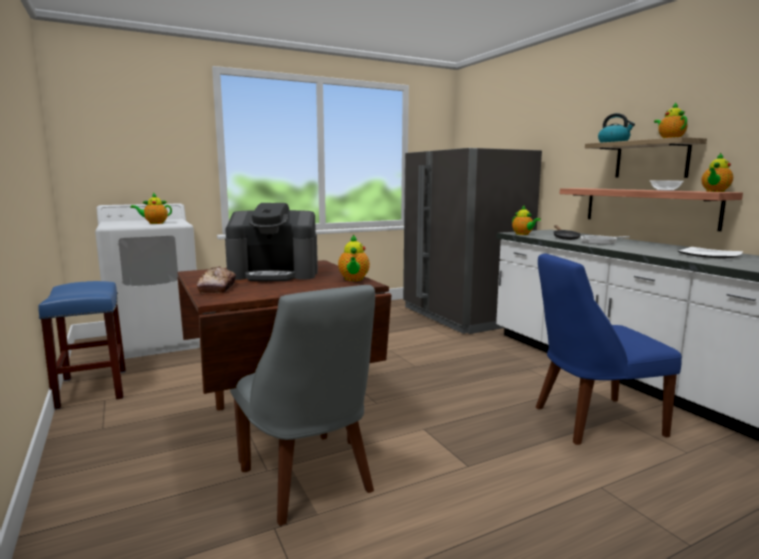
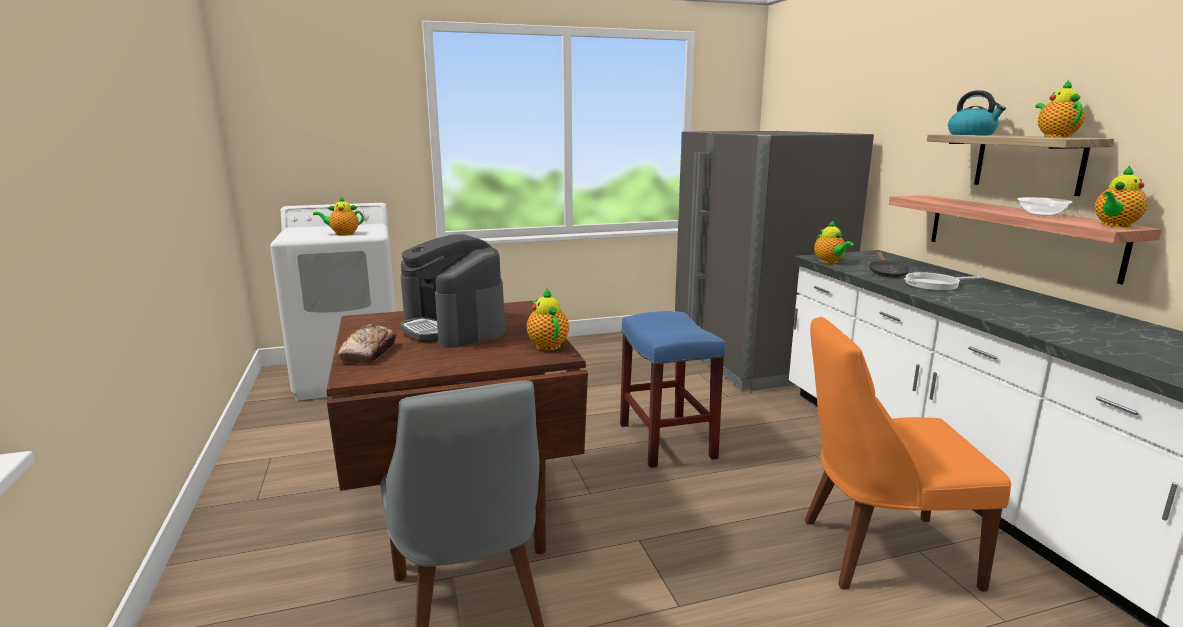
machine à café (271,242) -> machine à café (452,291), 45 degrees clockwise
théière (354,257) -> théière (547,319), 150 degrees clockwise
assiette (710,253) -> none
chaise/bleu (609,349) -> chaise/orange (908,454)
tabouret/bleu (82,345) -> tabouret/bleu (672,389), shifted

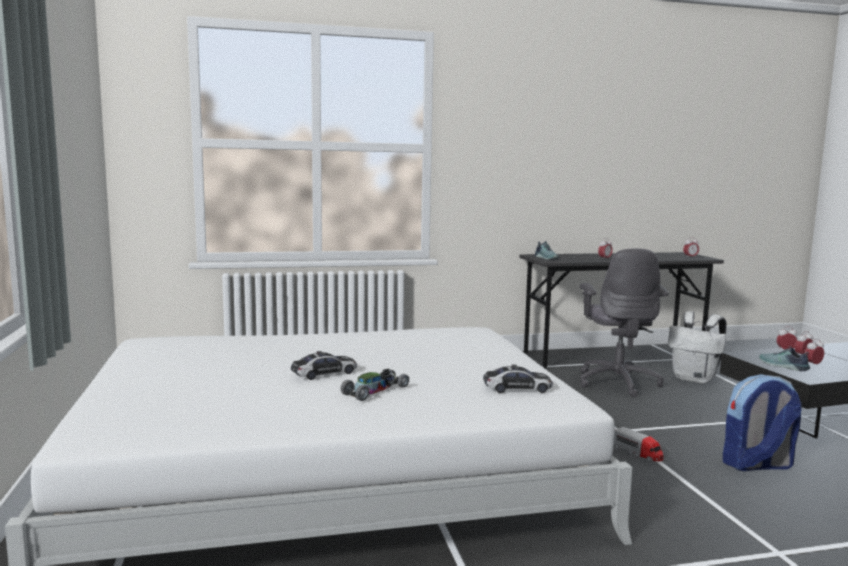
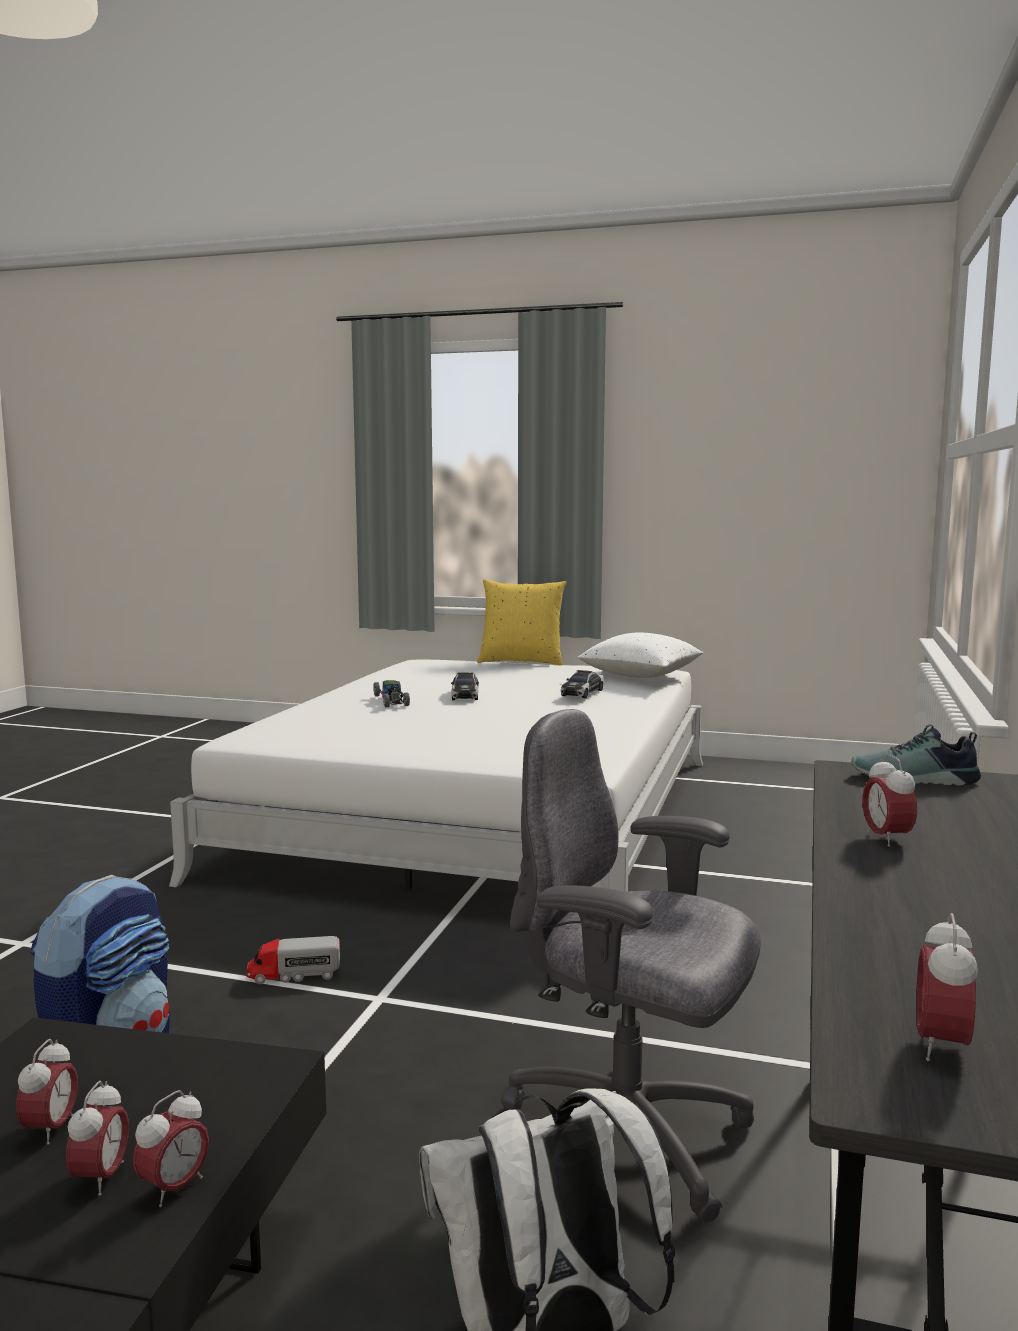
chaussure (784,359) -> none
petite voiture (518,379) -> petite voiture (582,684), shifted
none -> coussin/jaune (521,622)
none -> coussin/blanc (640,655)

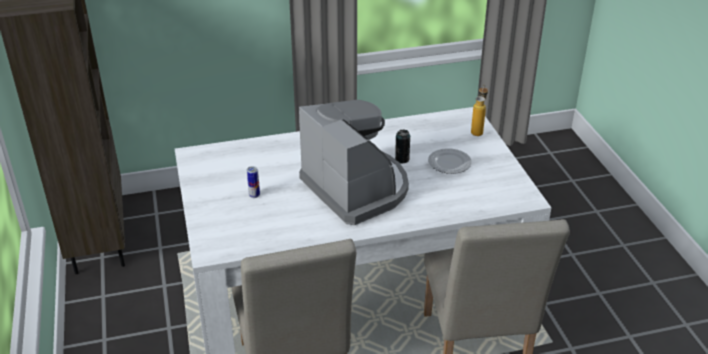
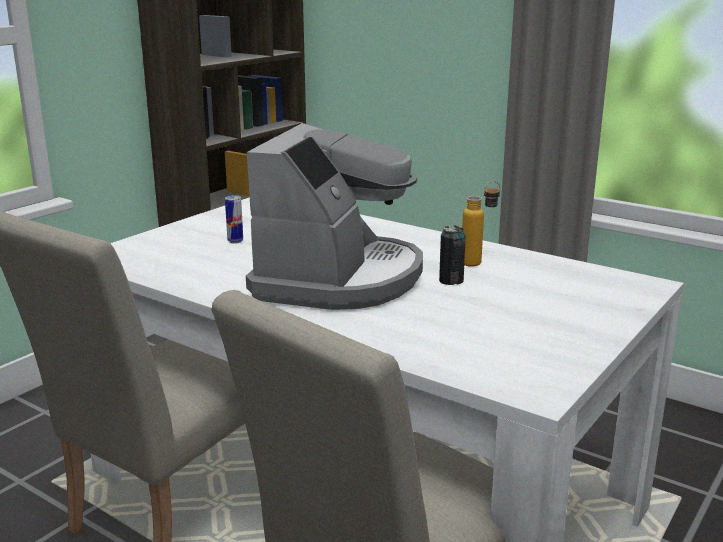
bouteille (479,111) -> bouteille (481,224), shifted
assiette (450,161) -> none

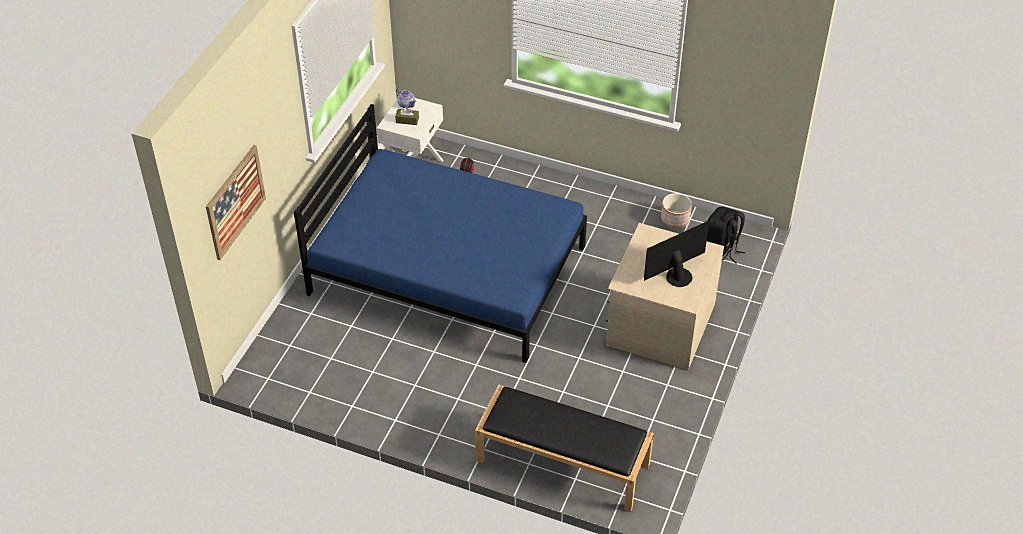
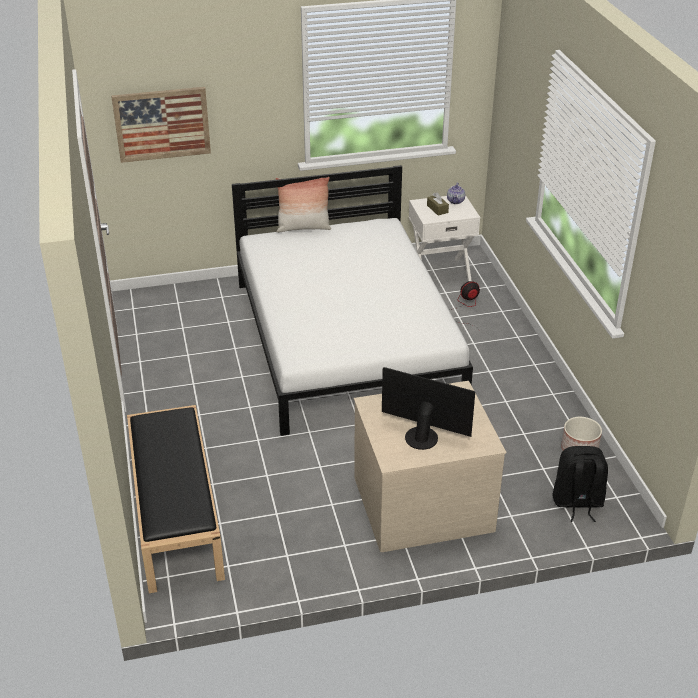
lit/bleu (440,233) -> lit/blanc (352,300)
none -> coussin (303,205)

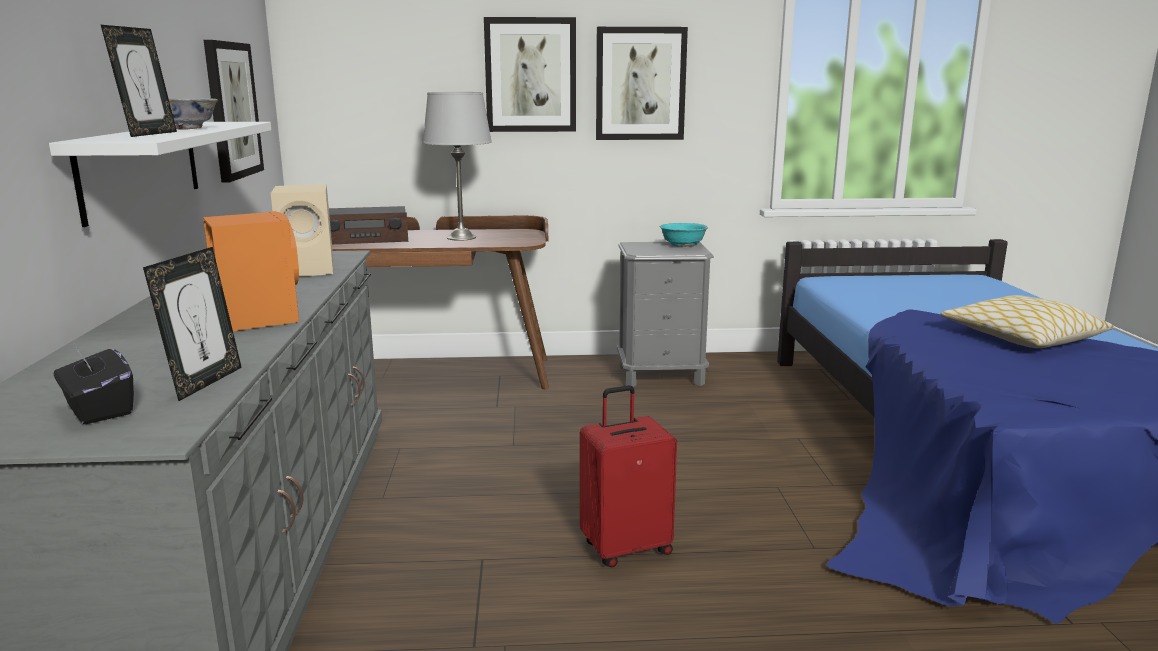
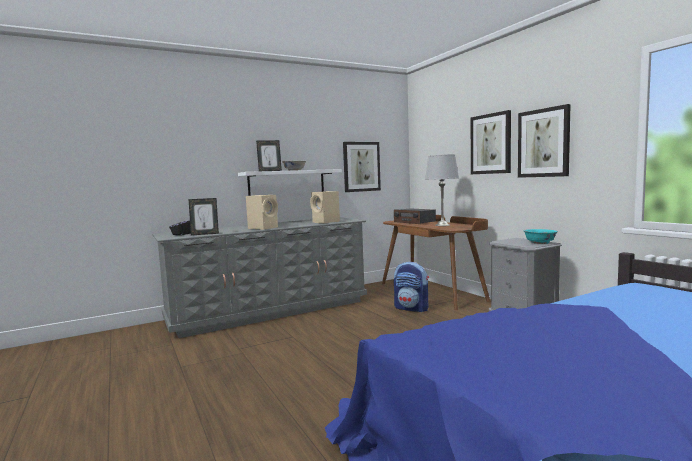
enceinte/orange (251,271) -> enceinte/beige (262,212)
coussin (1027,321) -> none
valise/rouge (628,476) -> none
none -> sac à dos (411,287)

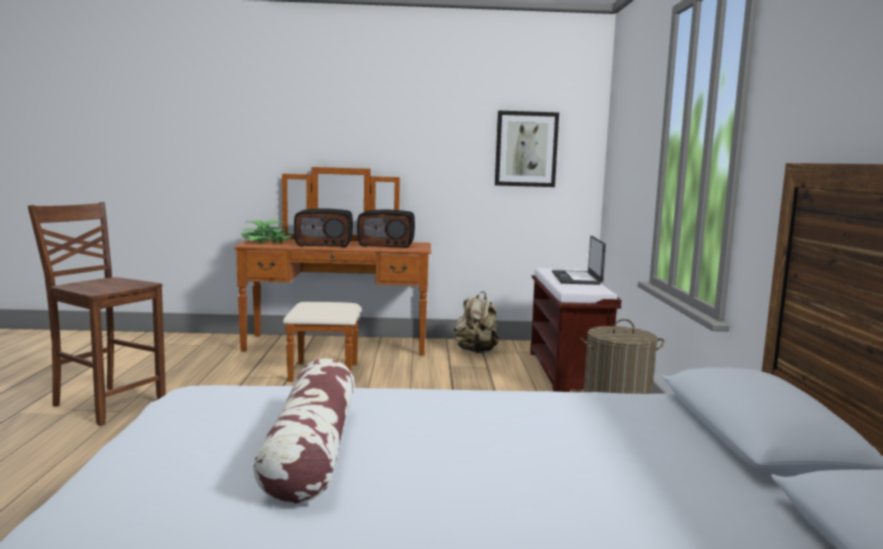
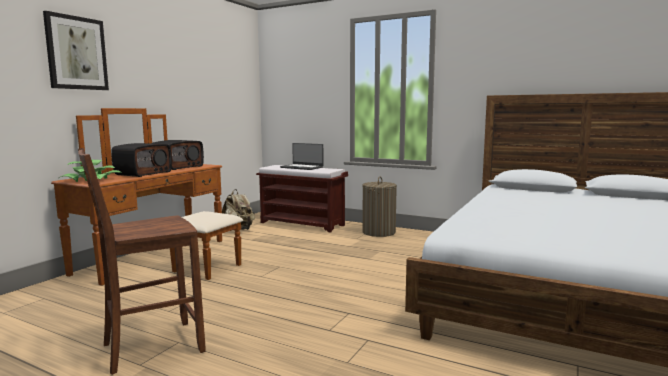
tableau (527,149) -> tableau (76,50), shifted
coussin (304,431) -> none

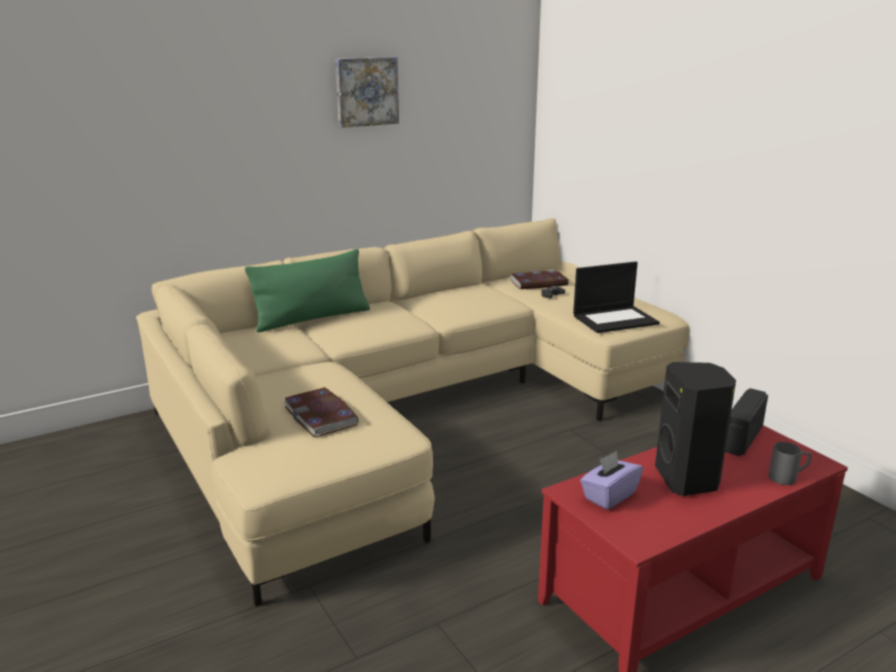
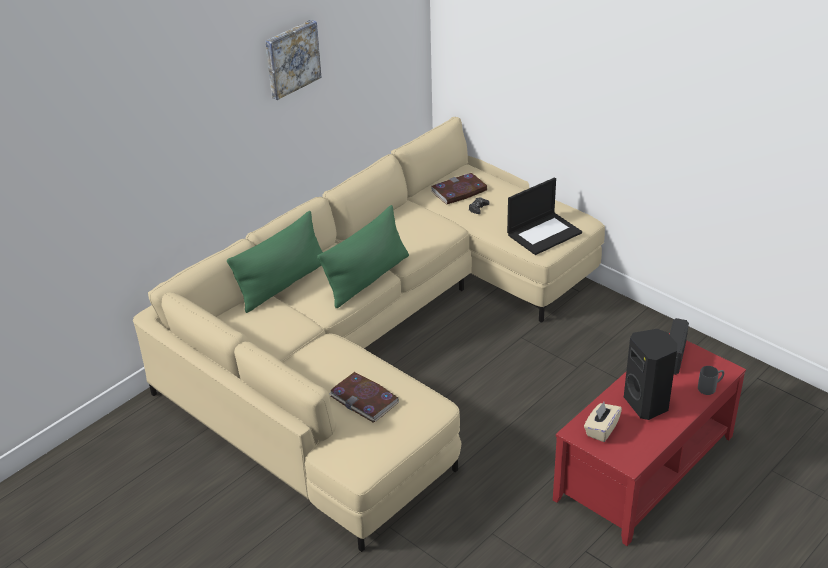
boîte à mouchoirs/violet (611,480) -> boîte à mouchoirs/beige (603,422)
none -> coussin/vert (363,256)

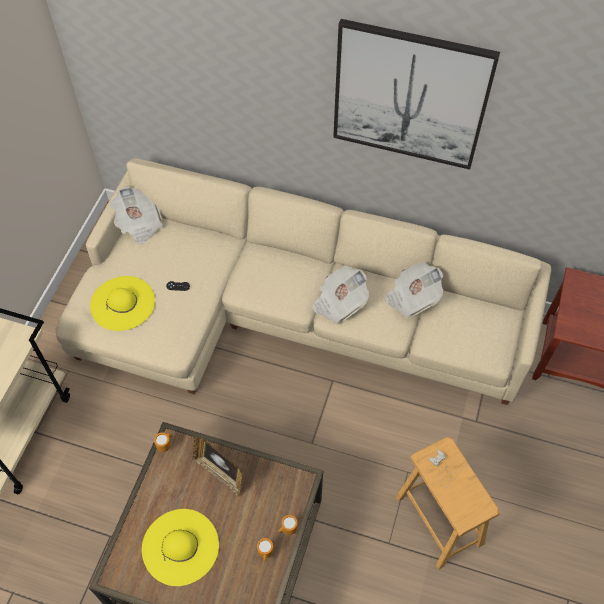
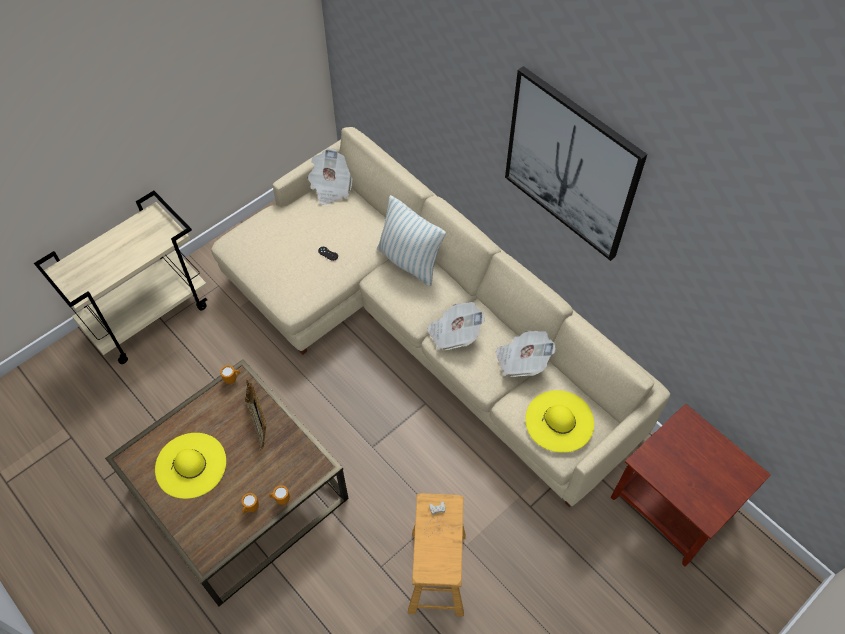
chapeau/jaune (122,303) -> chapeau/jaune (559,421), shifted
none -> coussin (411,241)

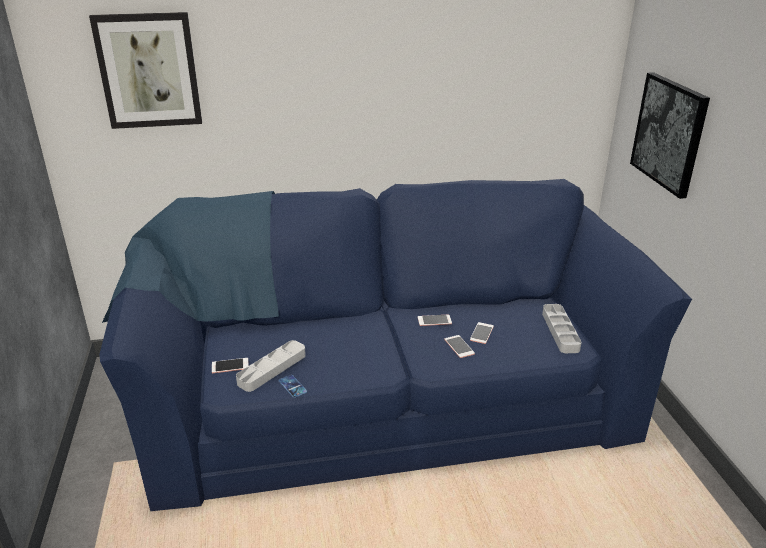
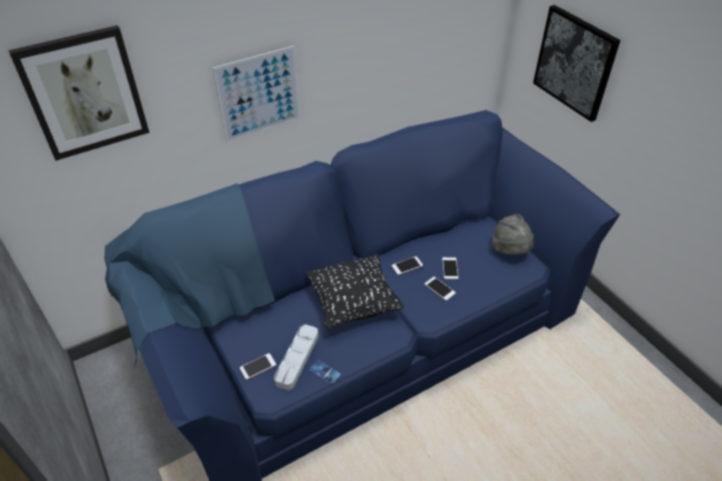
plateau/gris (562,328) -> chapeau/gris (513,234)
none -> tableau (257,94)
none -> coussin/noir (355,291)

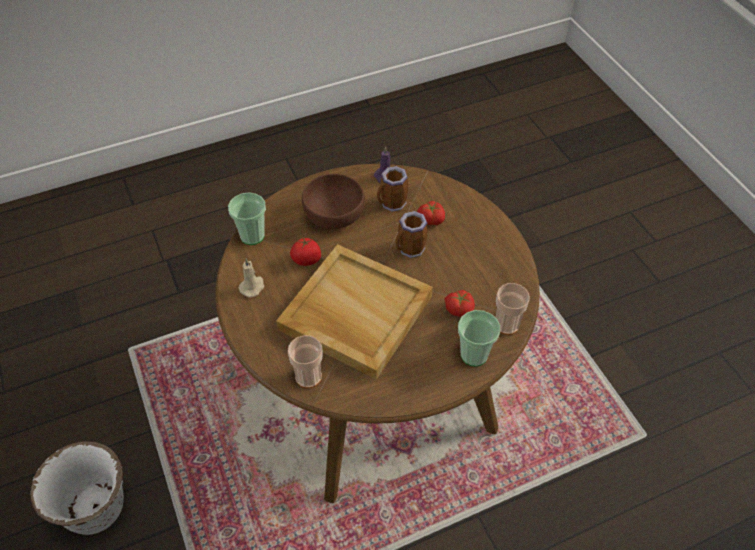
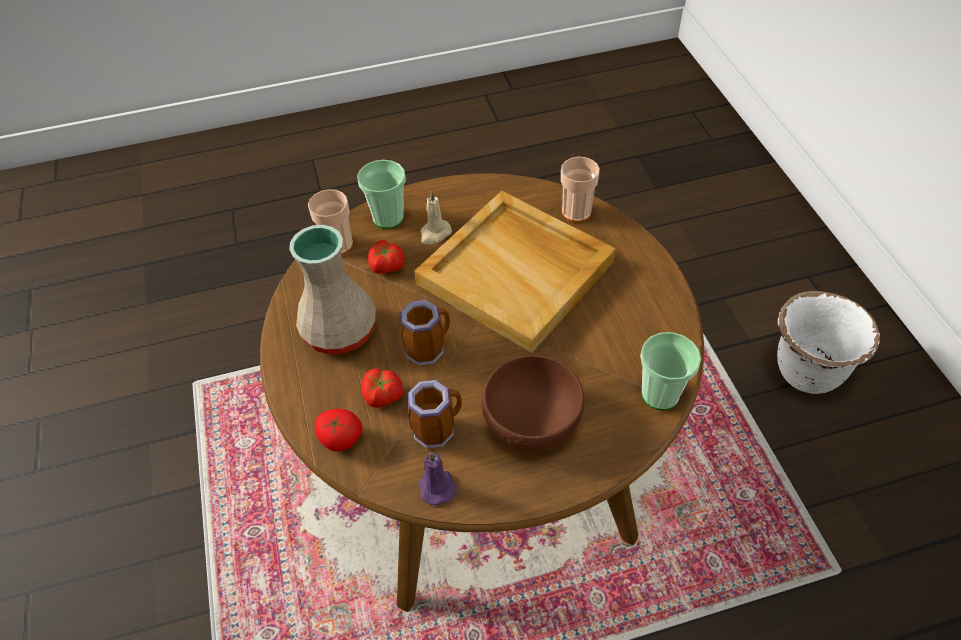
tomate (305,251) -> tomate (339,430), shifted
bougie/beige (251,278) -> bougie/beige (436,217), shifted
none -> vase/beige (332,290)

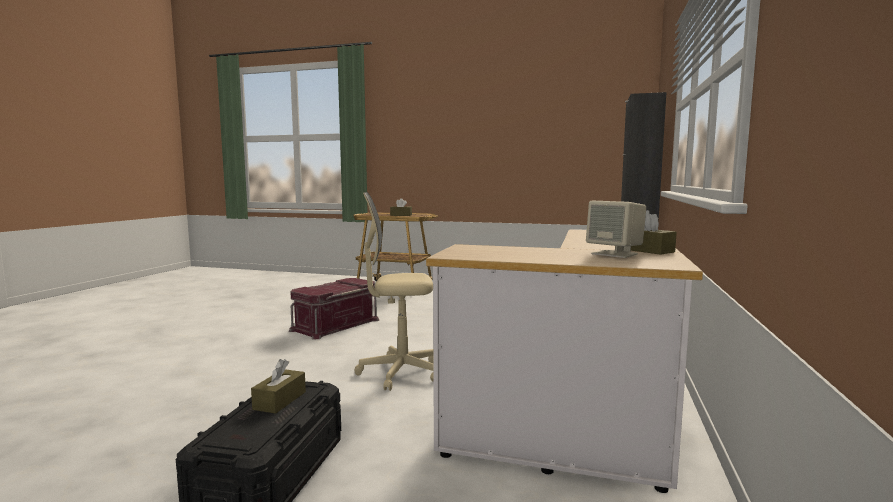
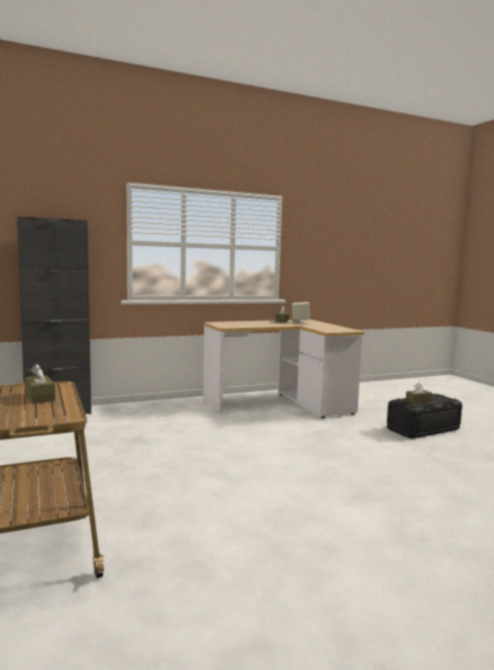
chaise de bureau/beige (394,291) -> none
boîte de rangement/rouge (334,308) -> none

